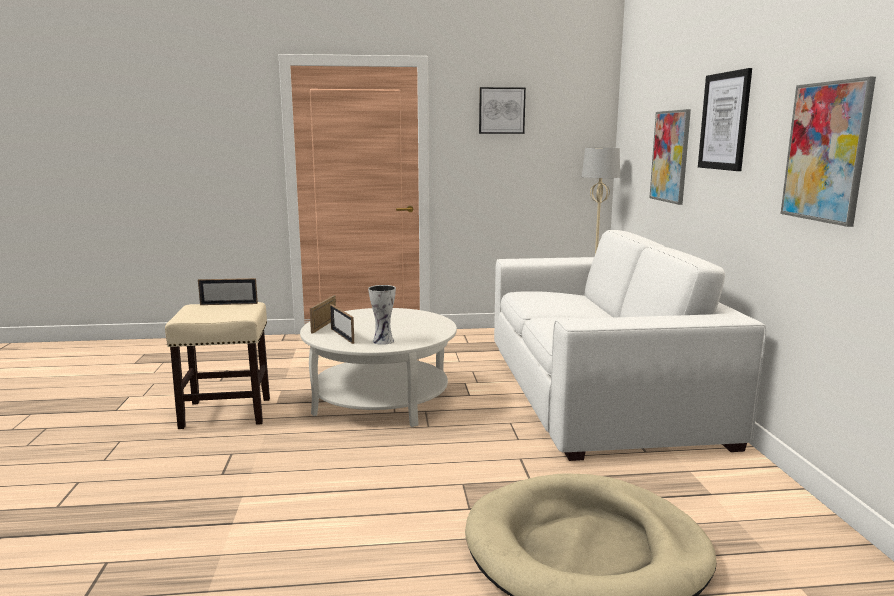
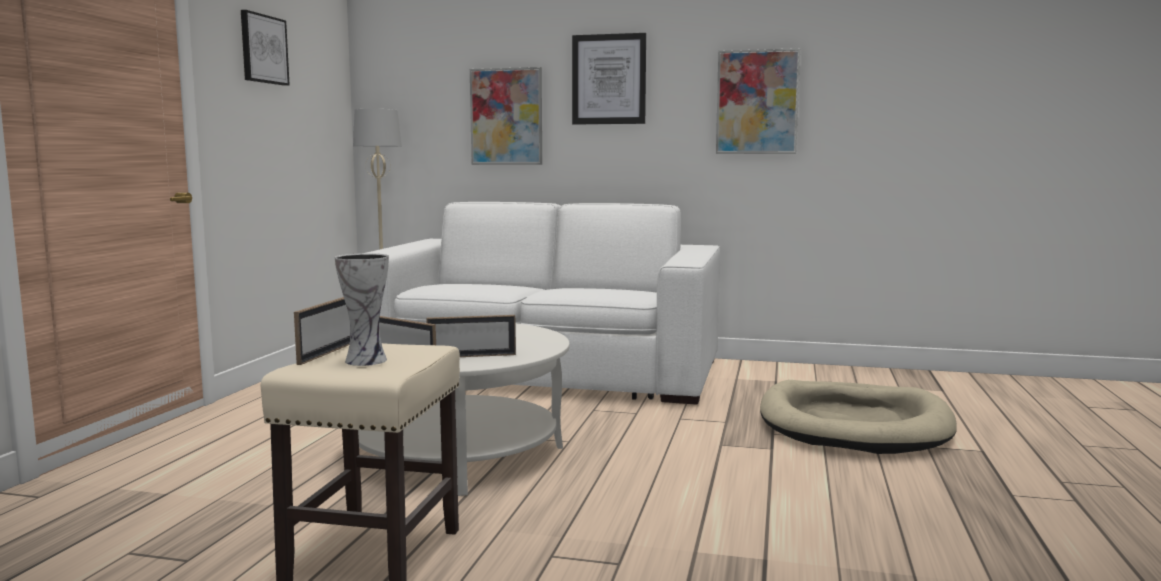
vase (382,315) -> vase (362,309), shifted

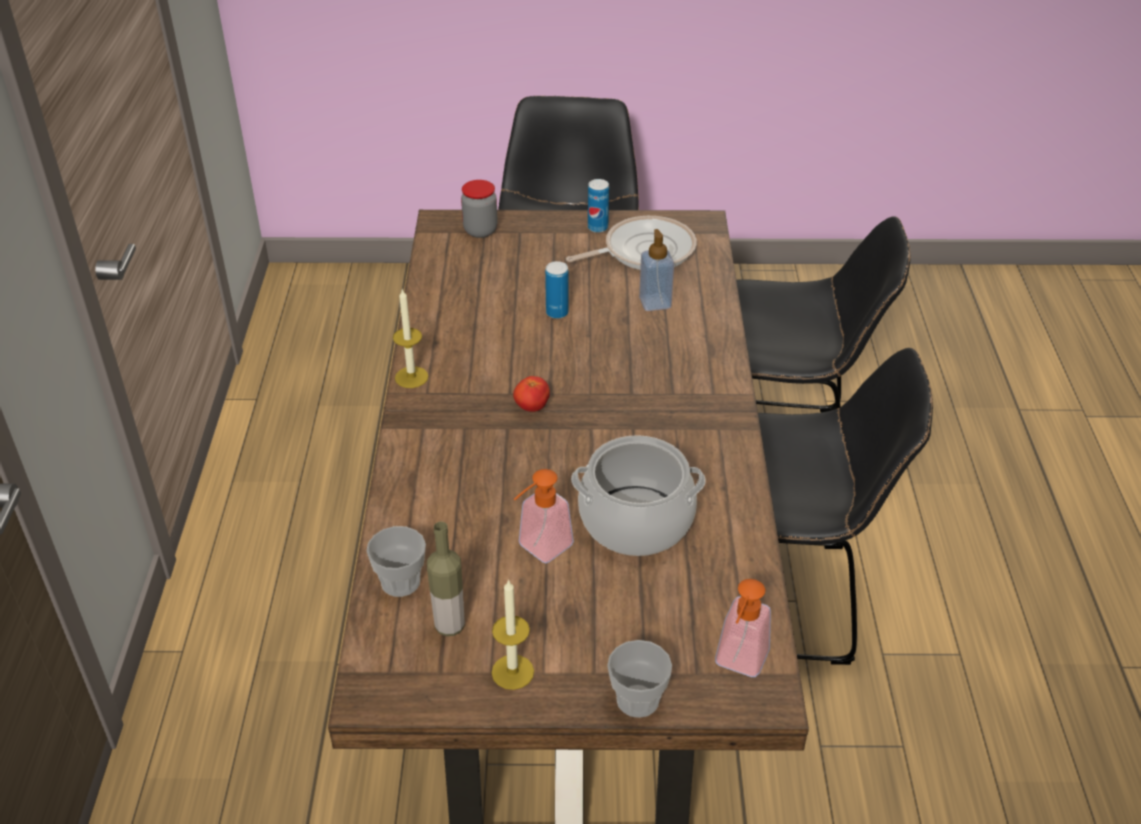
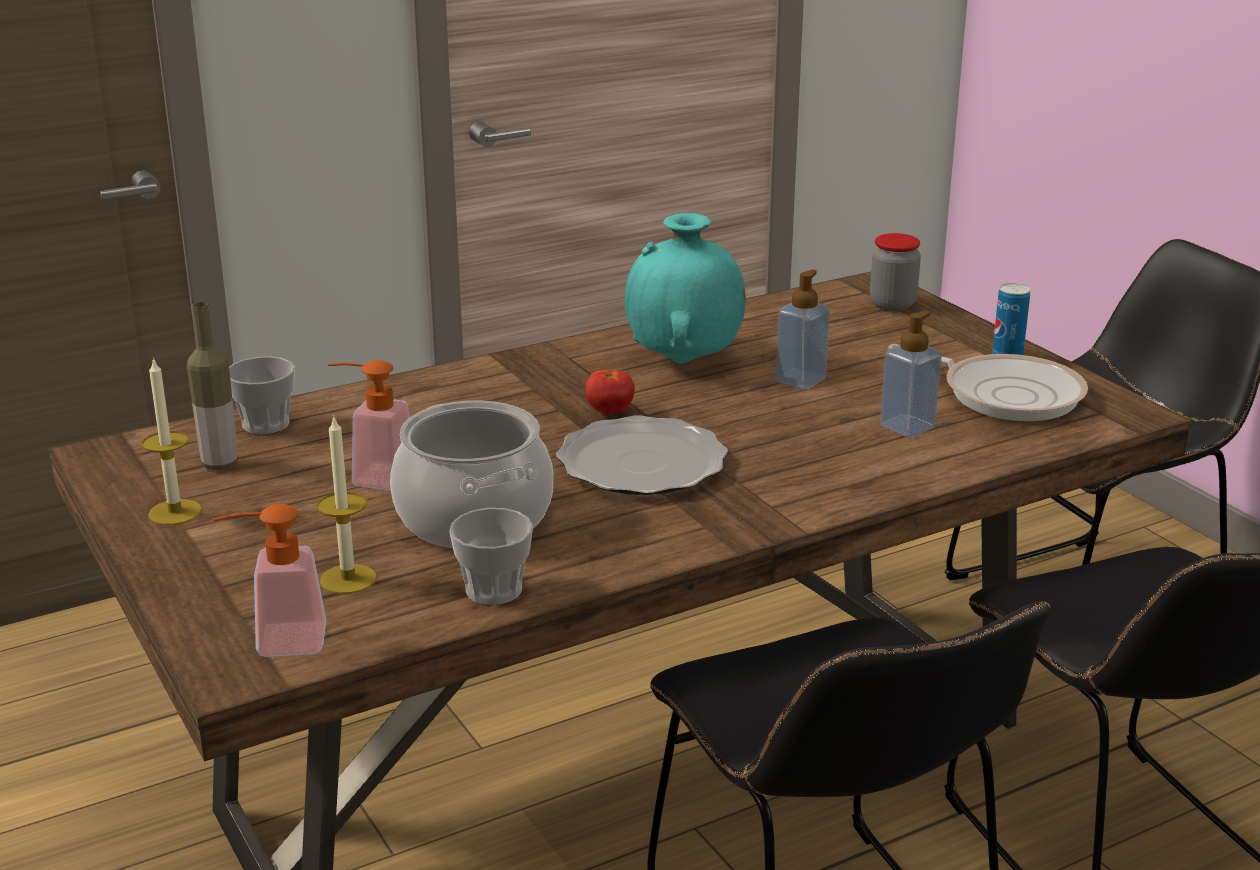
boîte métallique (556,290) -> distributeur de savon (802,329)
bougie (411,338) -> bougie (347,504), shifted
tasse (639,679) -> tasse (491,556), shifted
none -> vase/turquoise (685,288)
none -> assiette (642,455)

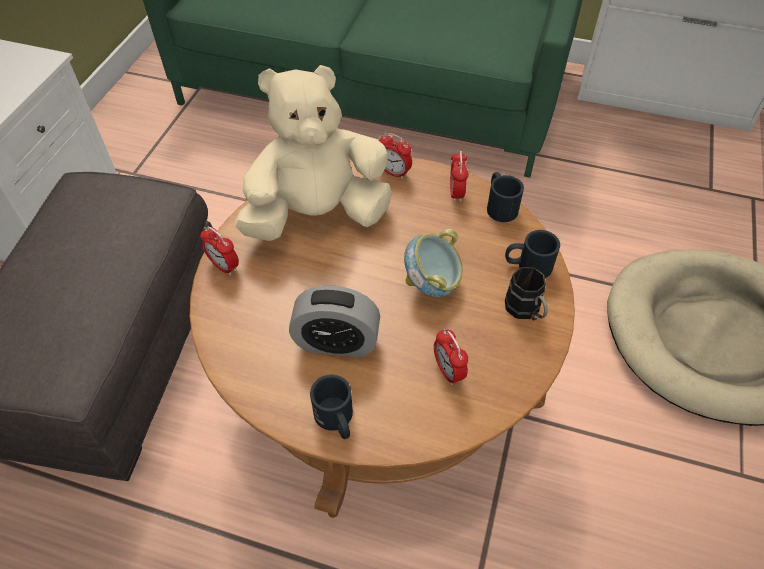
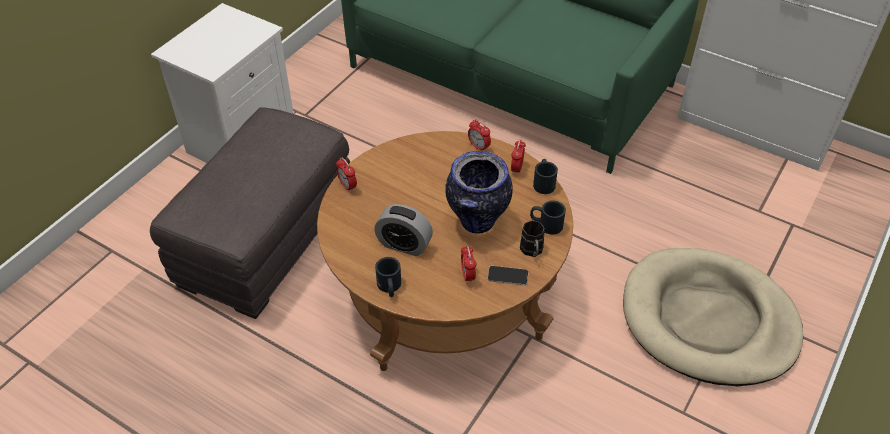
peluche/beige (313,153) -> none
bol (433,263) -> vase (479,192)
none -> téléphone (508,275)

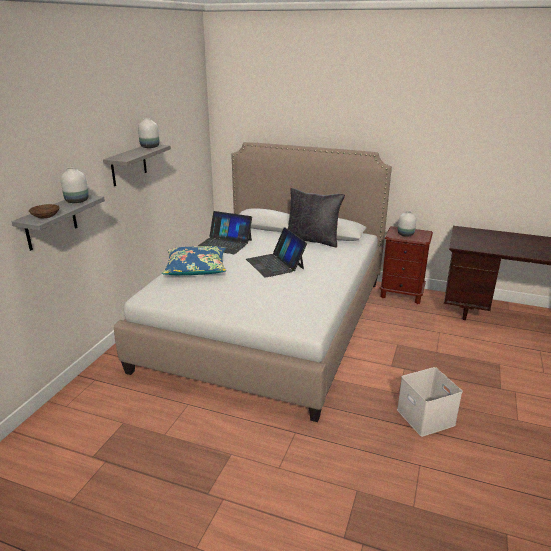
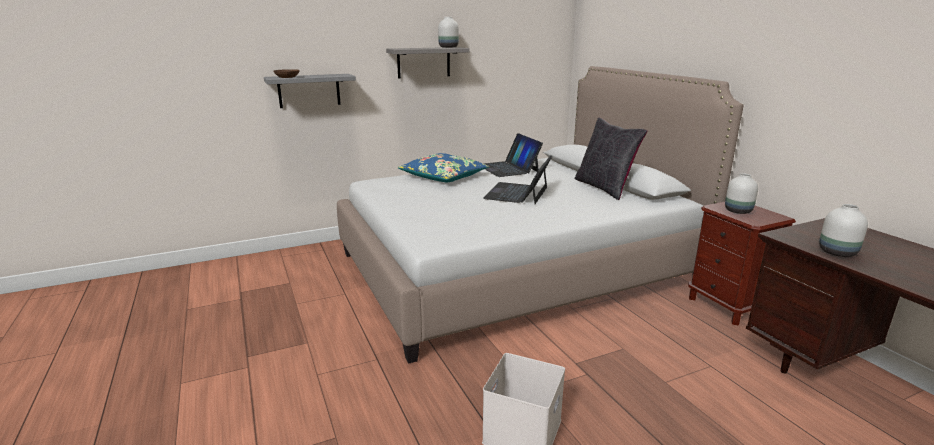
vase/blanc (75,185) -> vase/blanc (843,230), shifted

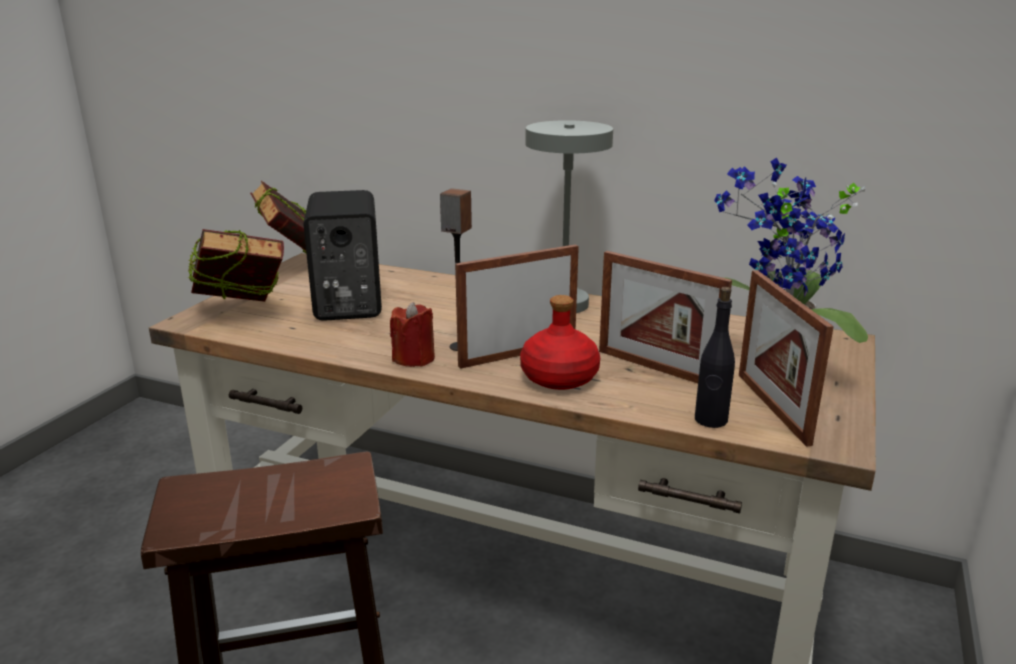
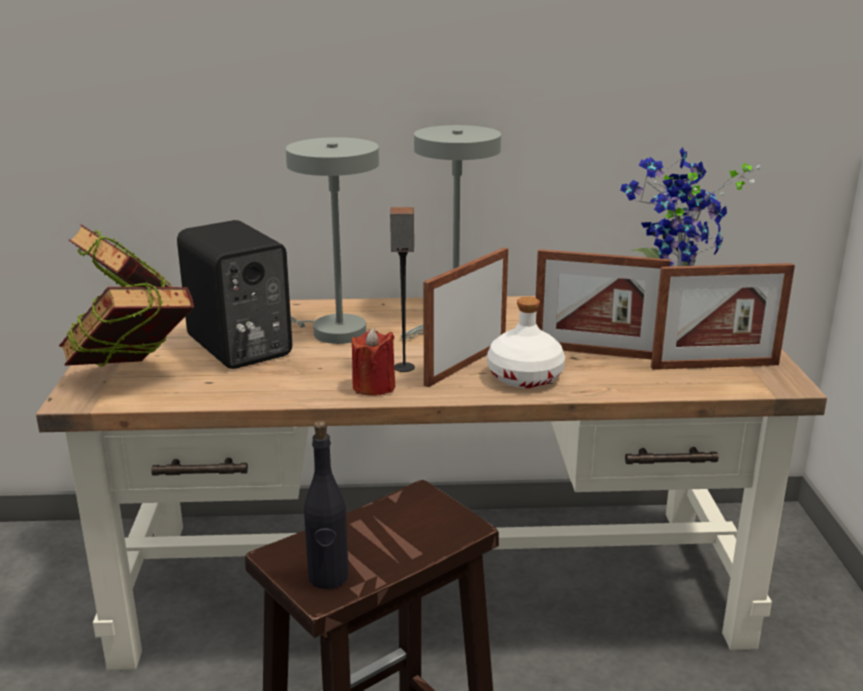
cadre photo (786,358) -> cadre photo (723,316), 60 degrees counterclockwise
bouteille/noir (715,357) -> bouteille/noir (326,504), shifted
bouteille/rouge (560,342) -> bouteille/blanc (526,342)
none -> lampe de table/gris (332,240)

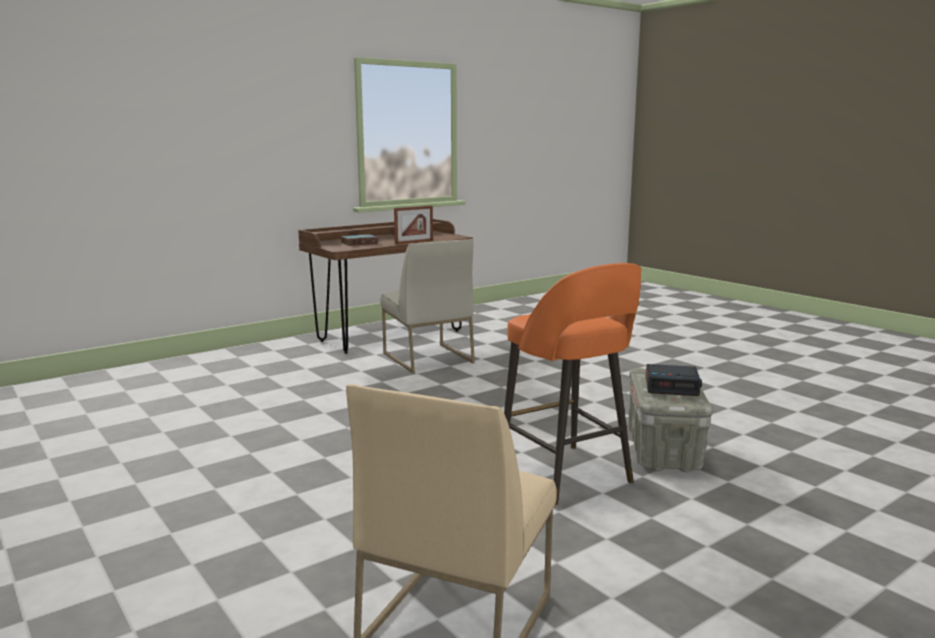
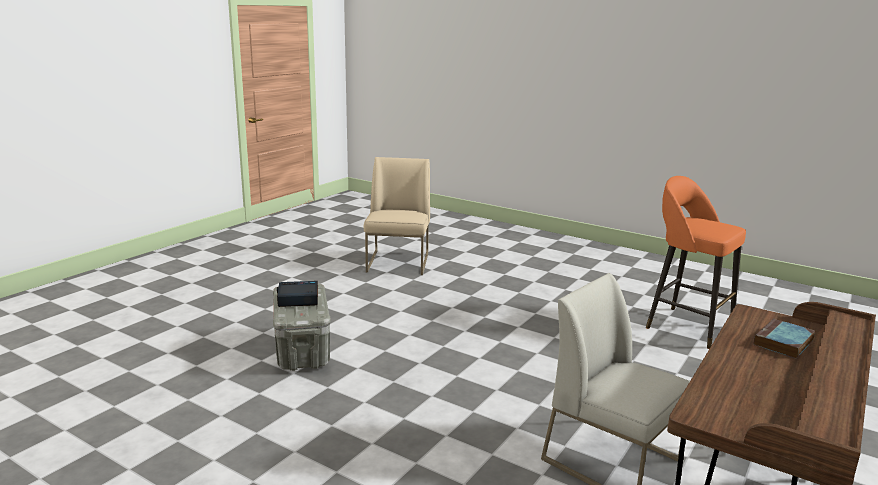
cadre photo (413,225) -> none
tabouret/orange (572,384) -> tabouret/orange (696,262), shifted

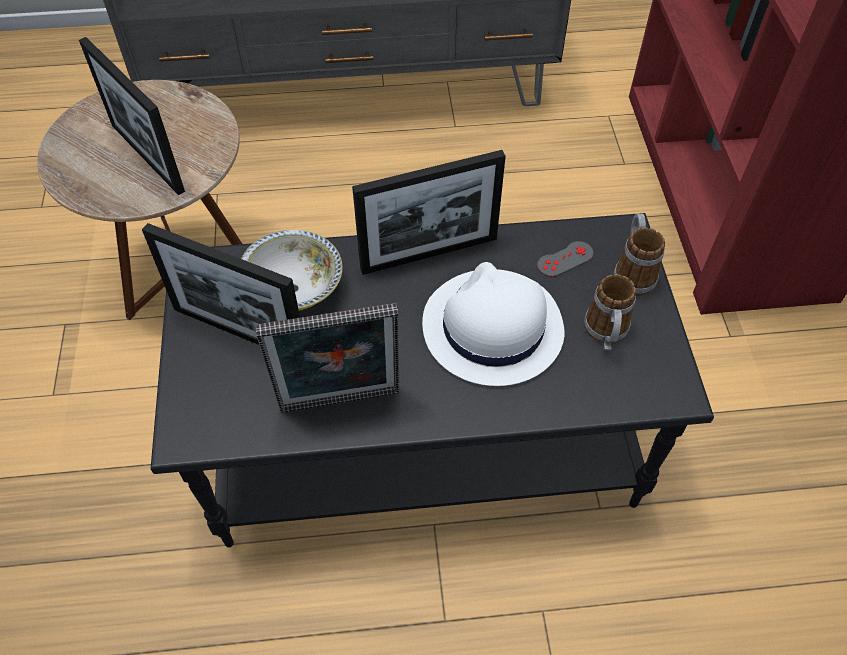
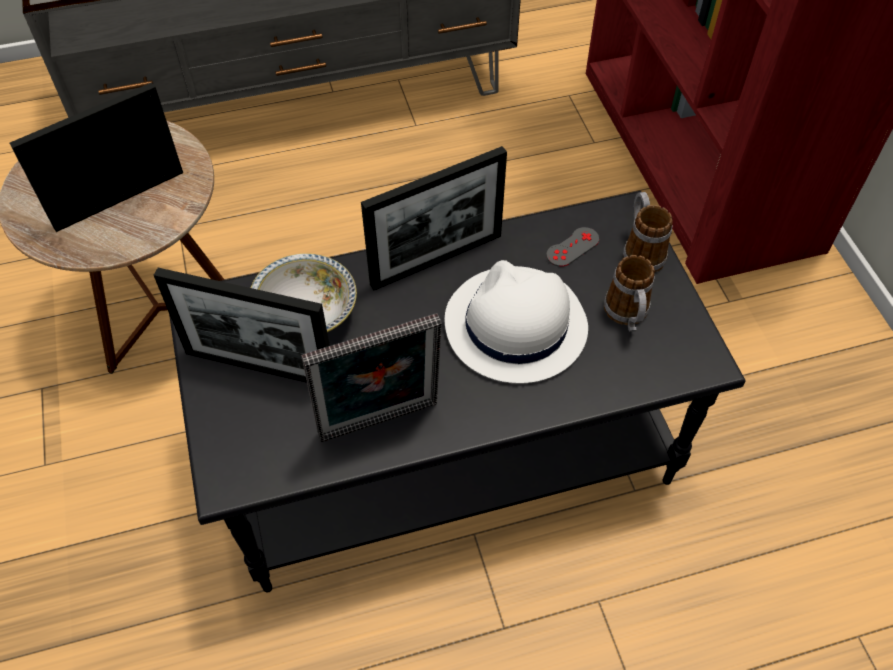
cadre photo (132,116) -> cadre photo (96,157), 105 degrees clockwise

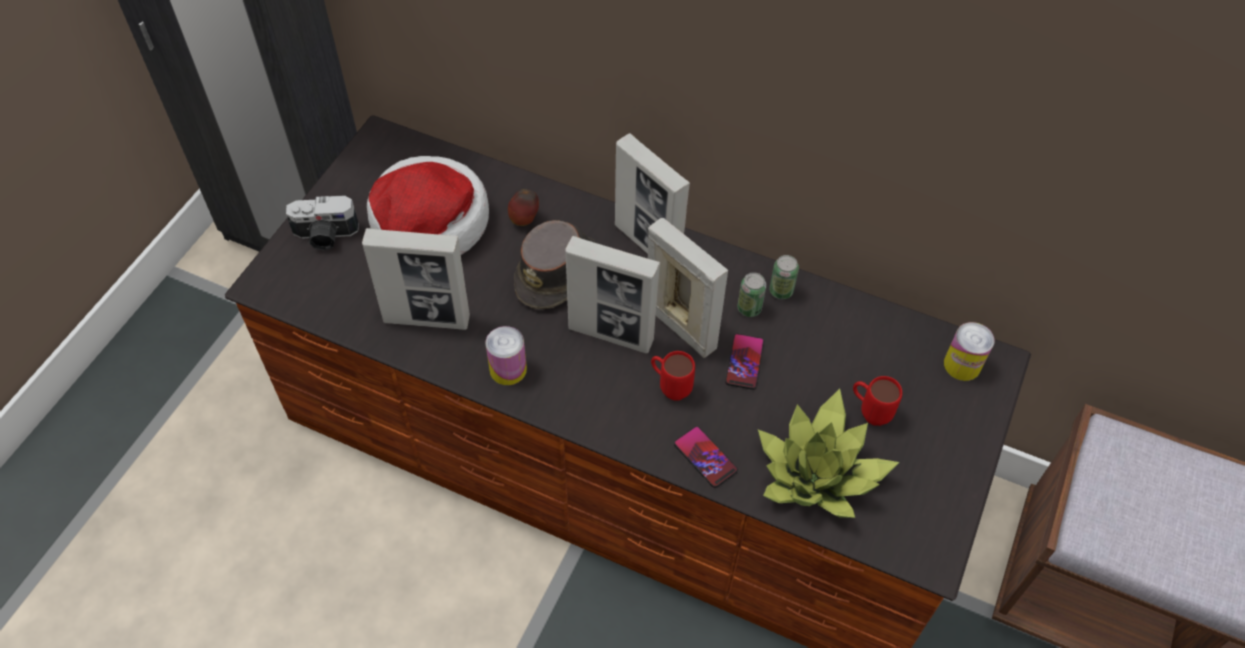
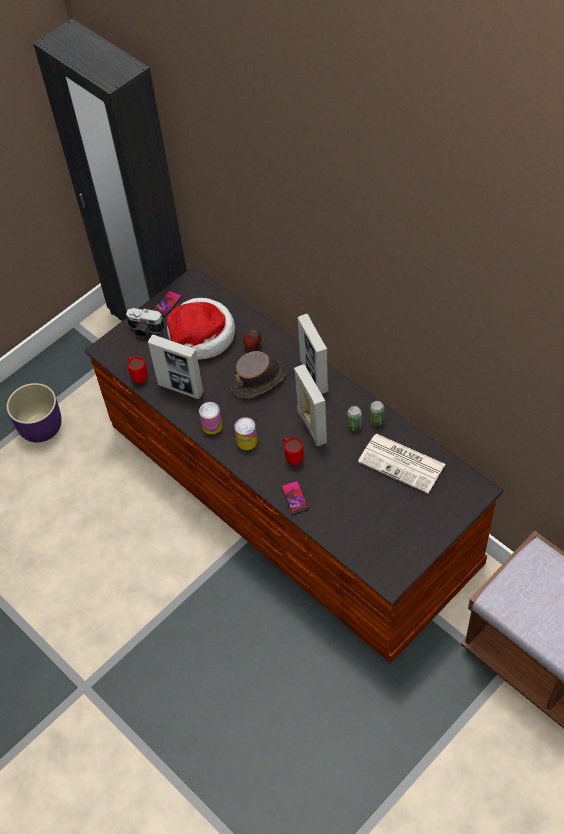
cadre photo (612,295) -> none
boîte métallique (969,351) -> boîte métallique (245,433), shifted
téléphone (744,362) -> téléphone (167,303), shifted
mug/rouge (877,401) -> mug/rouge (138,370), shifted
plante en pot (828,453) -> none
none -> cache-pot/violet (34,412)
none -> journal (402,464)

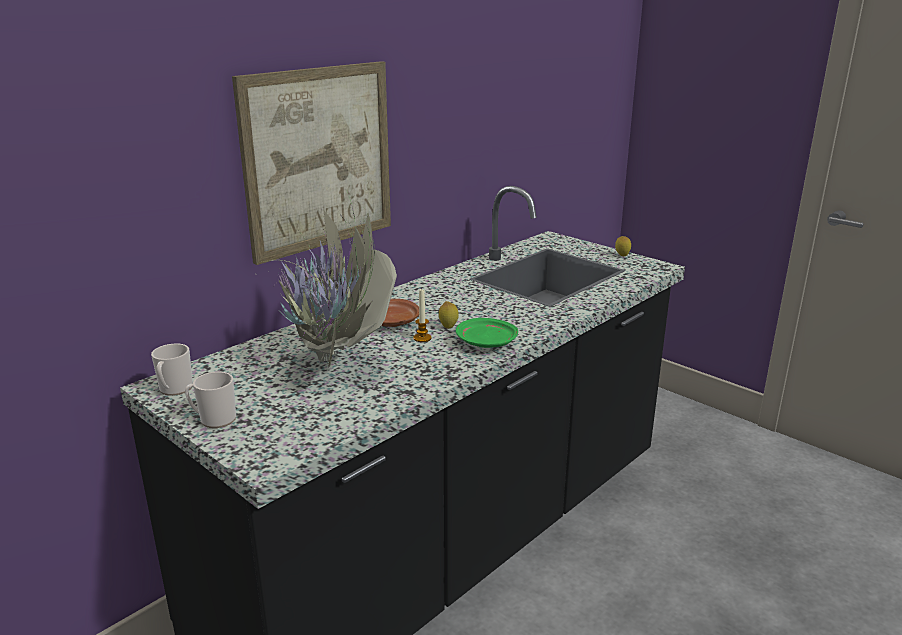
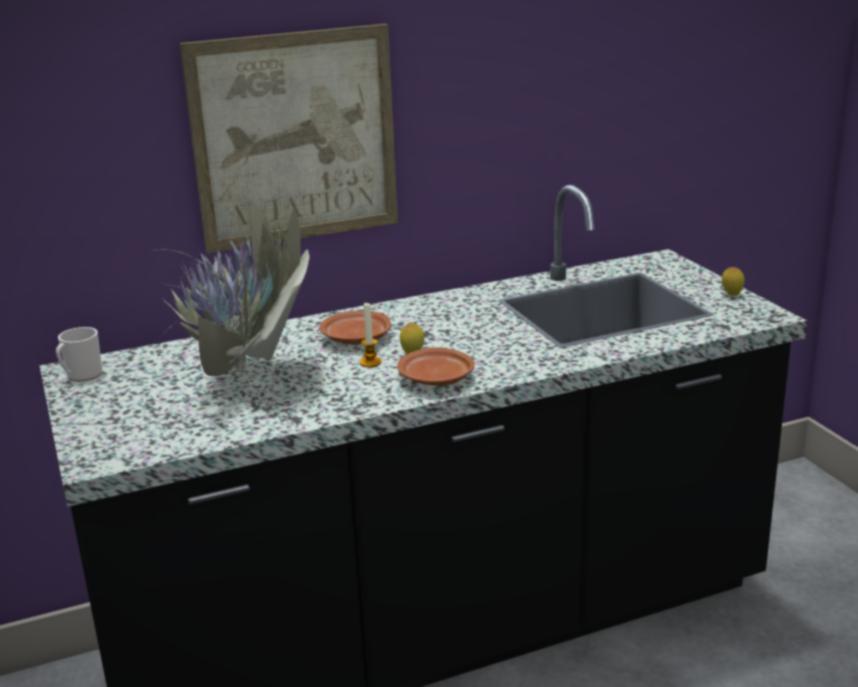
assiette/vert (487,333) -> assiette/marron (436,366)
mug (210,400) -> none

